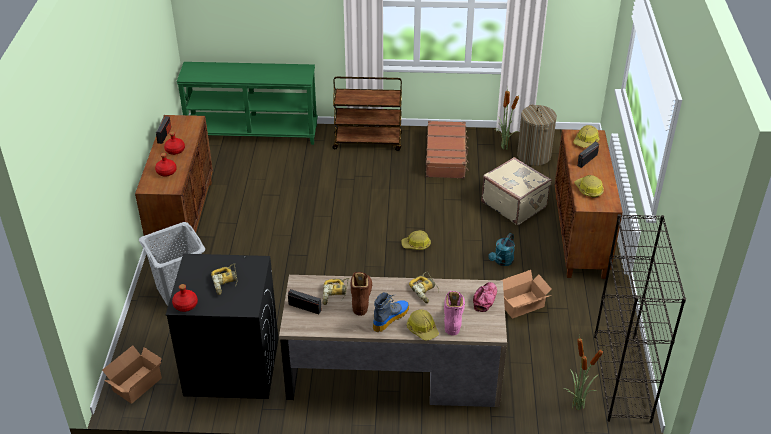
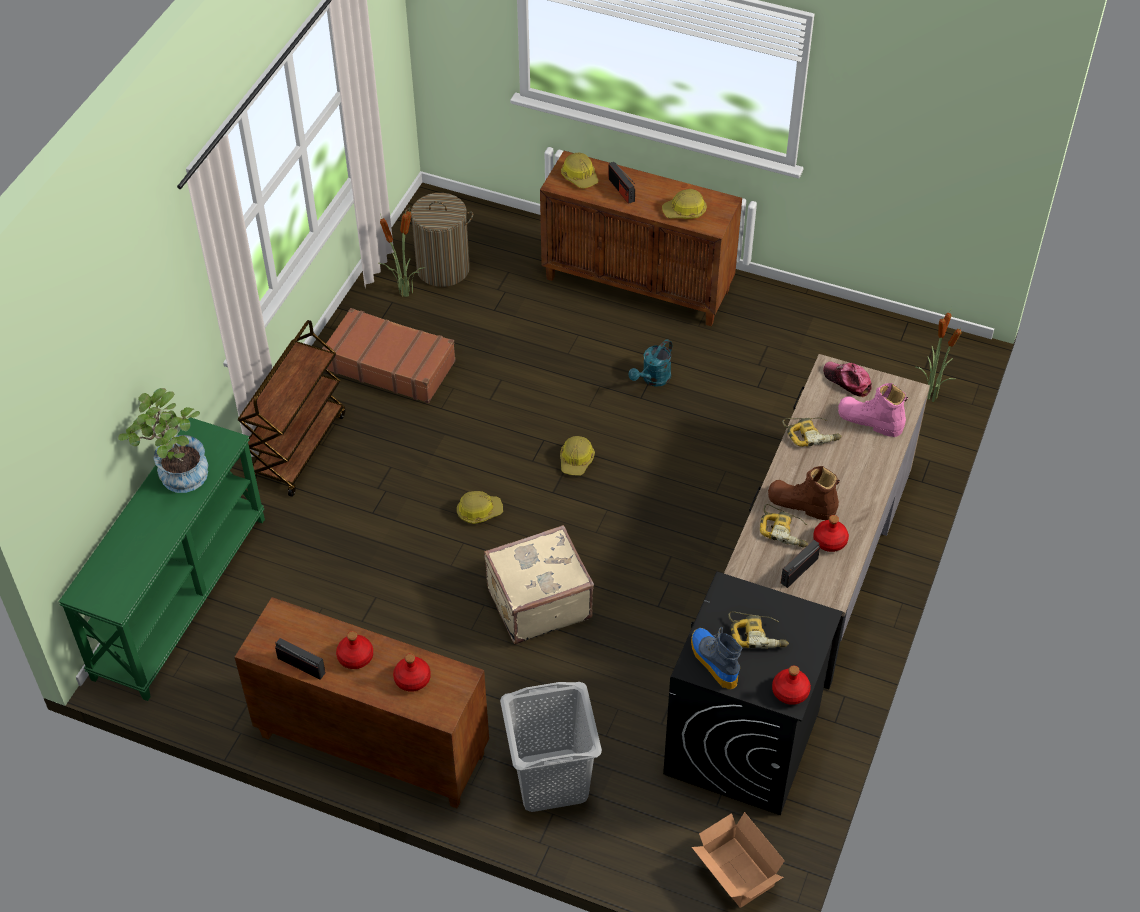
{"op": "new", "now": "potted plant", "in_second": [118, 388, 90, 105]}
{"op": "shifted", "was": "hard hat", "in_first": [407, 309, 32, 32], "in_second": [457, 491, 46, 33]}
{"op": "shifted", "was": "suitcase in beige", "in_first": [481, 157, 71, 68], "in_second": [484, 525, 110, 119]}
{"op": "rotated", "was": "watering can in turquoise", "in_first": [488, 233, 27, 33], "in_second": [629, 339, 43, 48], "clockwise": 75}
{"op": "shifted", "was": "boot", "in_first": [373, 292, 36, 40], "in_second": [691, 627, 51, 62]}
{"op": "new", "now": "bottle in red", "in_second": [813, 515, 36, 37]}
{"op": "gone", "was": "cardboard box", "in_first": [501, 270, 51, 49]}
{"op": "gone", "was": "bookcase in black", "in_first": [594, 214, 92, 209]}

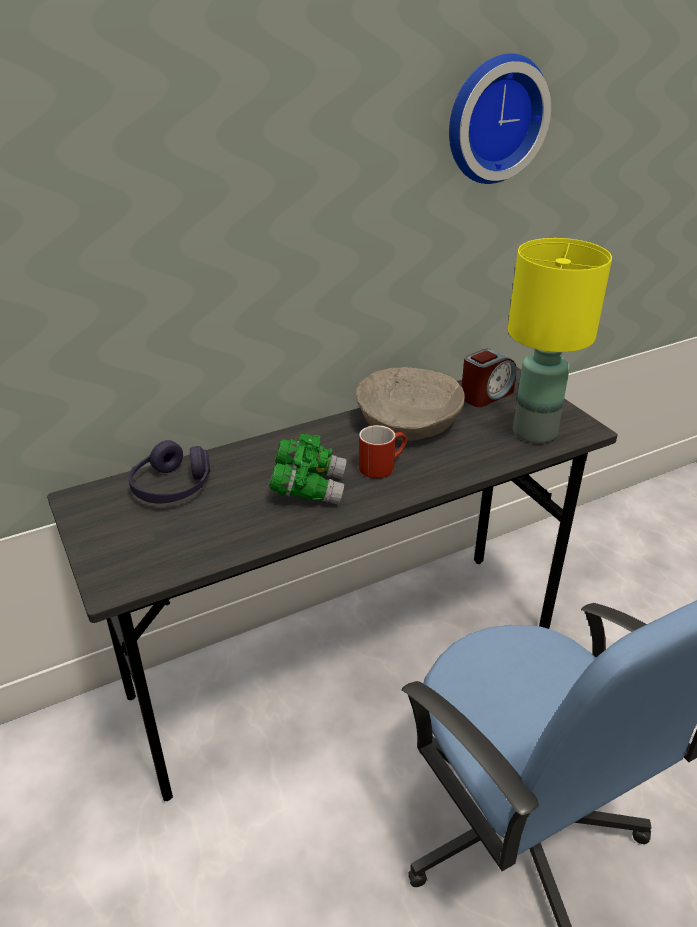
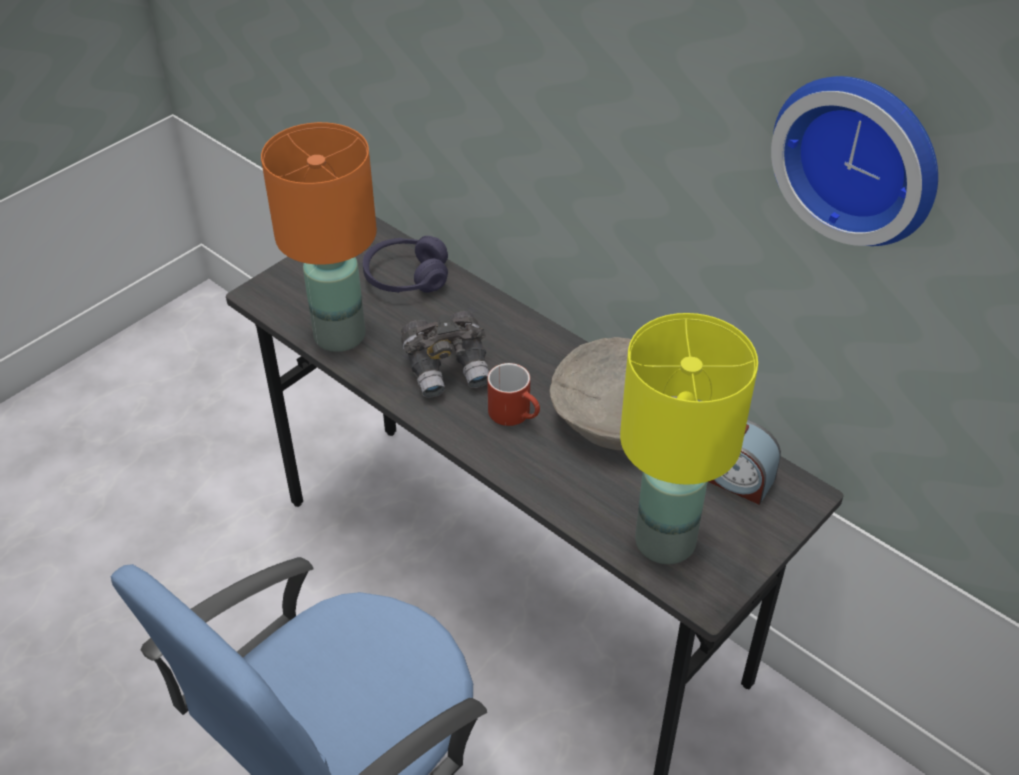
{"op": "new", "now": "table lamp in orange", "in_second": [261, 122, 116, 230]}
{"op": "repainted", "was": "binoculars in green", "now": "binoculars in grey", "in_first": [269, 434, 78, 71], "in_second": [401, 311, 88, 87]}

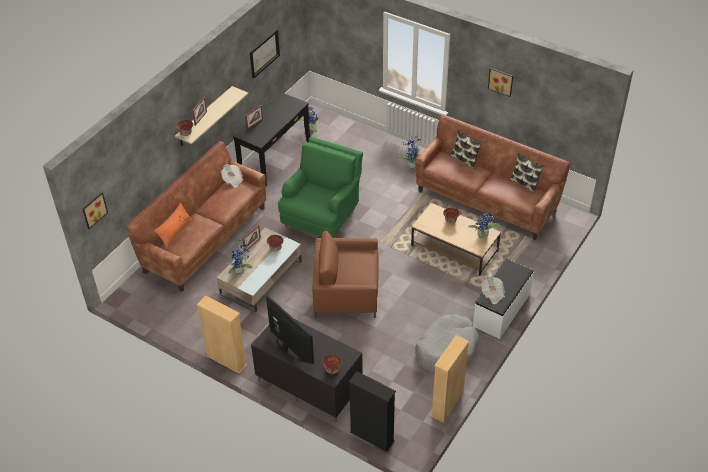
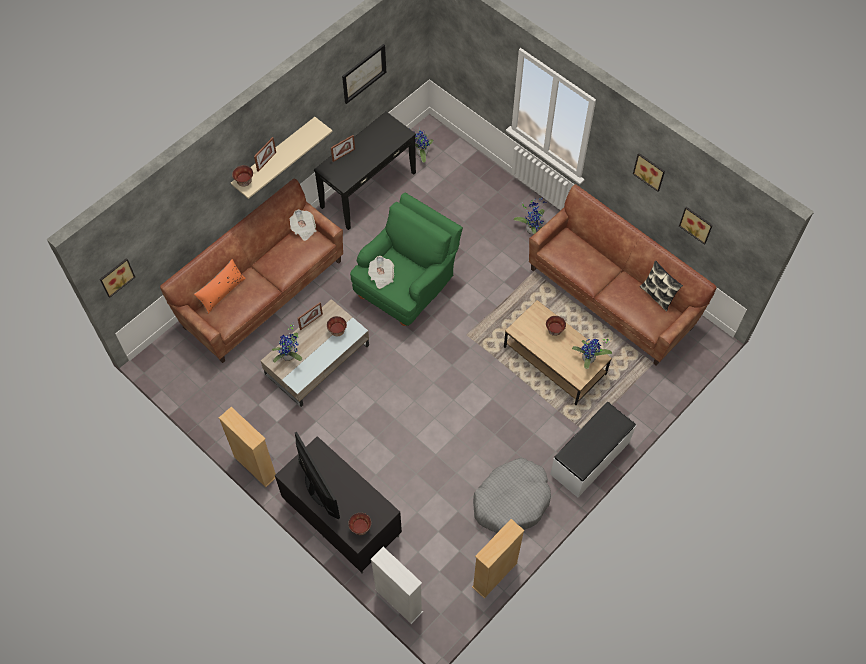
{"op": "shifted", "was": "newspaper", "in_first": [482, 276, 23, 28], "in_second": [368, 256, 26, 33]}
{"op": "repainted", "was": "bookcase in black", "now": "bookcase in white", "in_first": [349, 371, 47, 81], "in_second": [370, 547, 53, 77]}
{"op": "new", "now": "picture", "in_second": [679, 207, 34, 38]}
{"op": "gone", "was": "armchair in brown", "in_first": [312, 231, 67, 87]}
{"op": "gone", "was": "pillow", "in_first": [450, 130, 32, 39]}

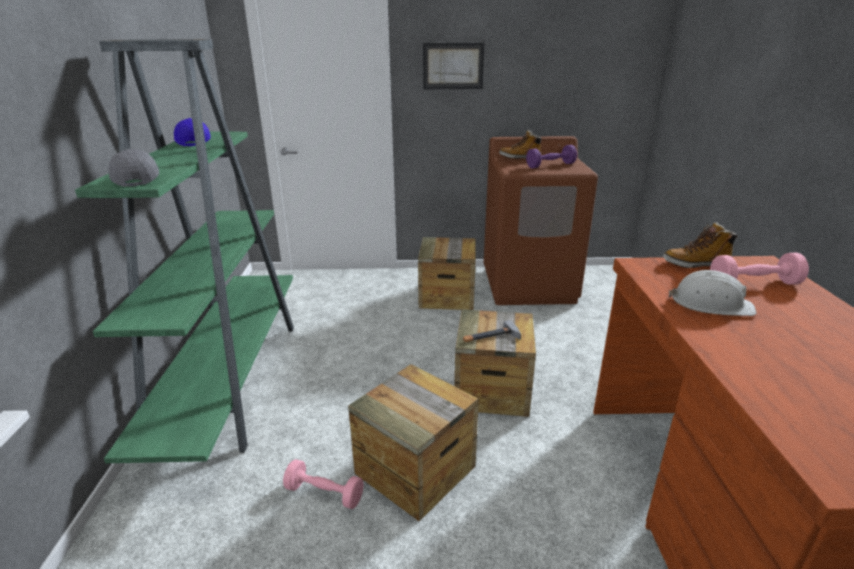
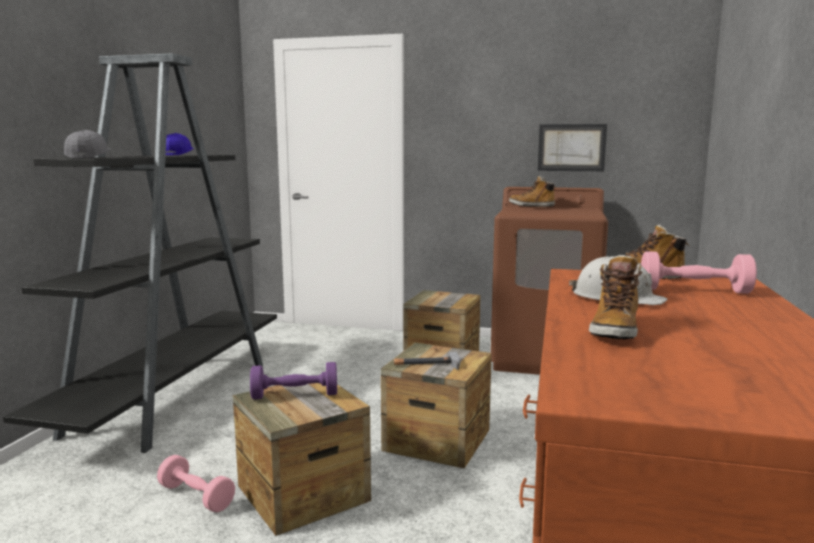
{"op": "repainted", "was": "bookcase in green", "now": "bookcase in black", "in_first": [75, 39, 219, 424], "in_second": [3, 53, 274, 400]}
{"op": "shifted", "was": "dumbbell in purple", "in_first": [526, 145, 51, 23], "in_second": [250, 362, 87, 37]}
{"op": "shifted", "was": "picture", "in_first": [423, 43, 62, 46], "in_second": [538, 124, 69, 47]}
{"op": "new", "now": "boot", "in_second": [589, 254, 53, 86]}

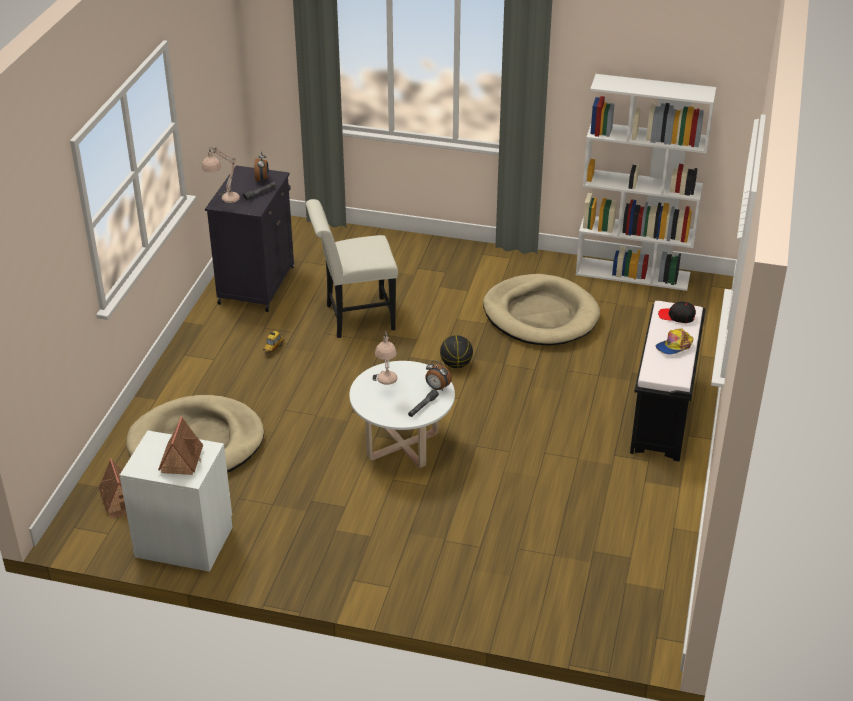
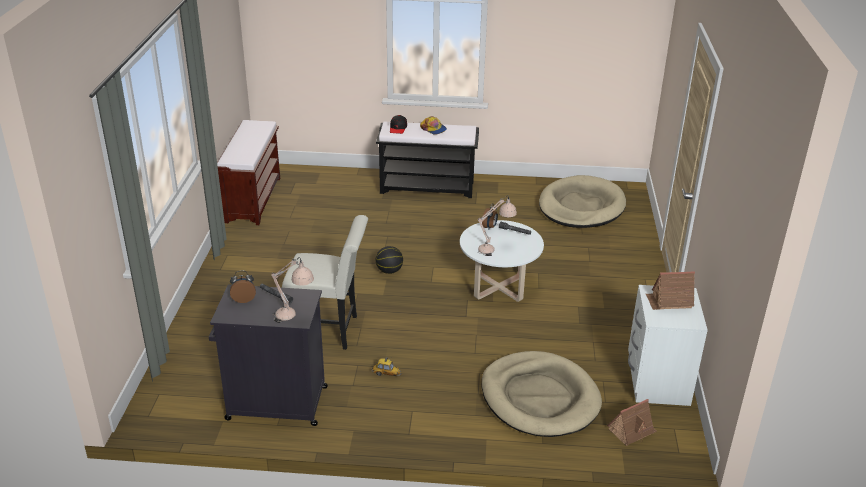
{"op": "swapped", "was": "bookcase in white", "now": "bench in brown", "in_first": [576, 74, 140, 217], "in_second": [217, 120, 63, 105]}
{"op": "rotated", "was": "chair in white", "in_first": [306, 199, 92, 139], "in_second": [282, 215, 86, 135], "clockwise": -60}
{"op": "shifted", "was": "dog bed in beige", "in_first": [483, 274, 117, 71], "in_second": [539, 175, 87, 53]}

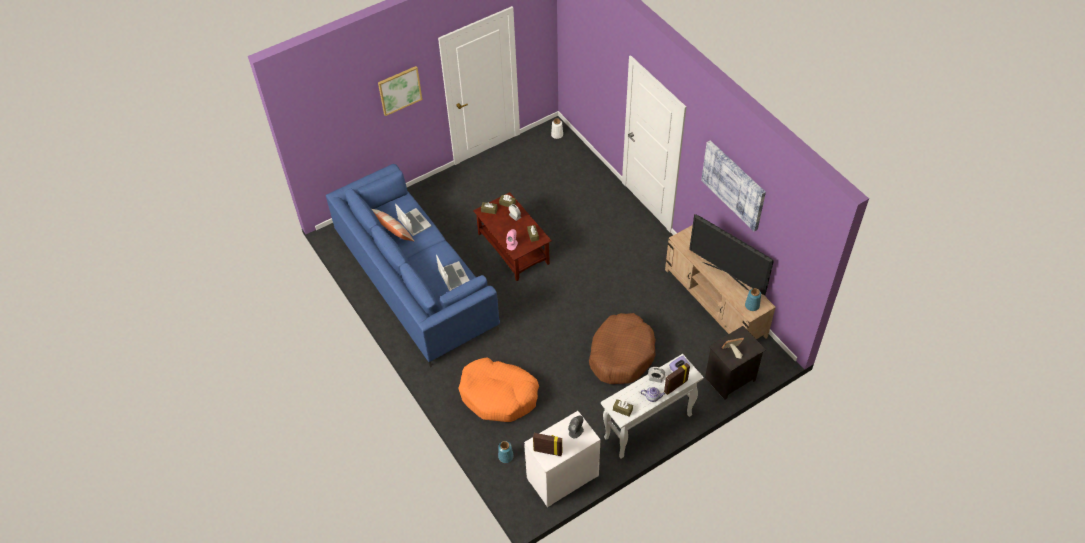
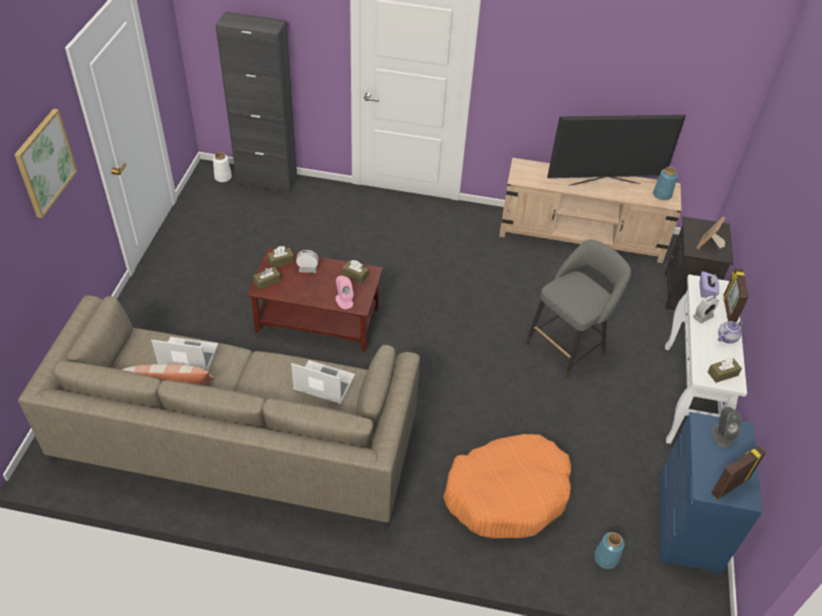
{"op": "repainted", "was": "sofa in blue", "now": "sofa in beige", "in_first": [326, 164, 174, 203], "in_second": [18, 295, 402, 236]}
{"op": "new", "now": "cabinet in black", "in_second": [215, 11, 82, 182]}
{"op": "swapped", "was": "dog bed in brown", "now": "stool in grey", "in_first": [589, 313, 67, 71], "in_second": [525, 240, 106, 139]}
{"op": "repainted", "was": "dresser in white", "now": "dresser in blue", "in_first": [524, 411, 77, 97], "in_second": [659, 412, 103, 162]}
{"op": "gone", "was": "picture", "in_first": [701, 140, 65, 92]}

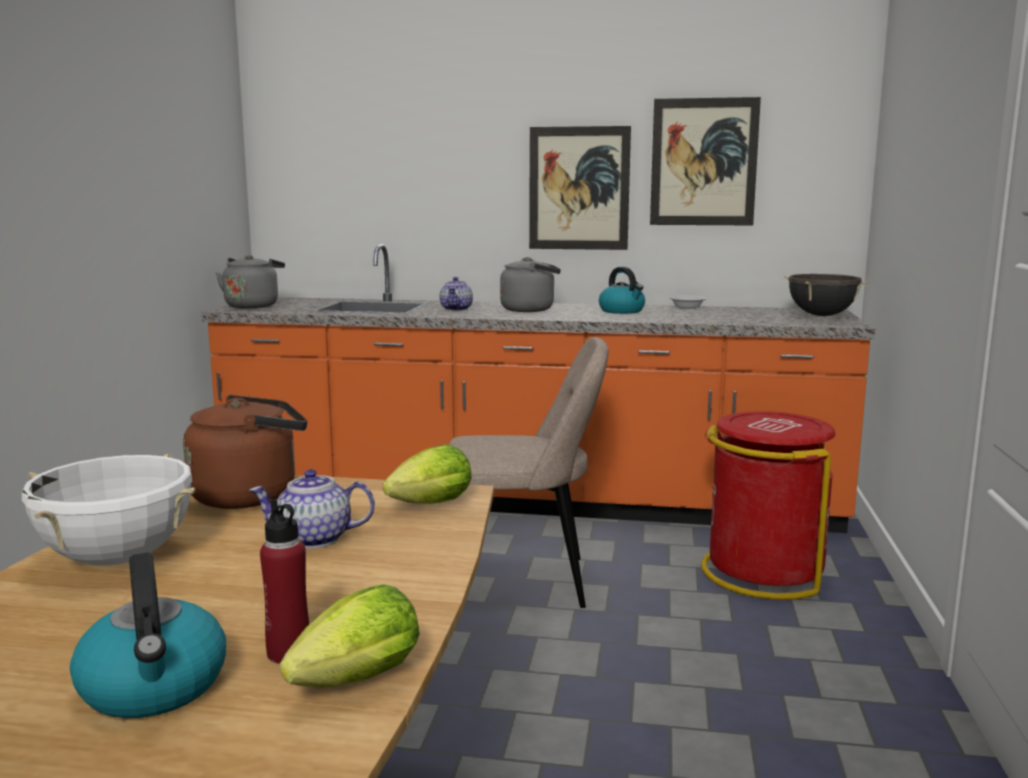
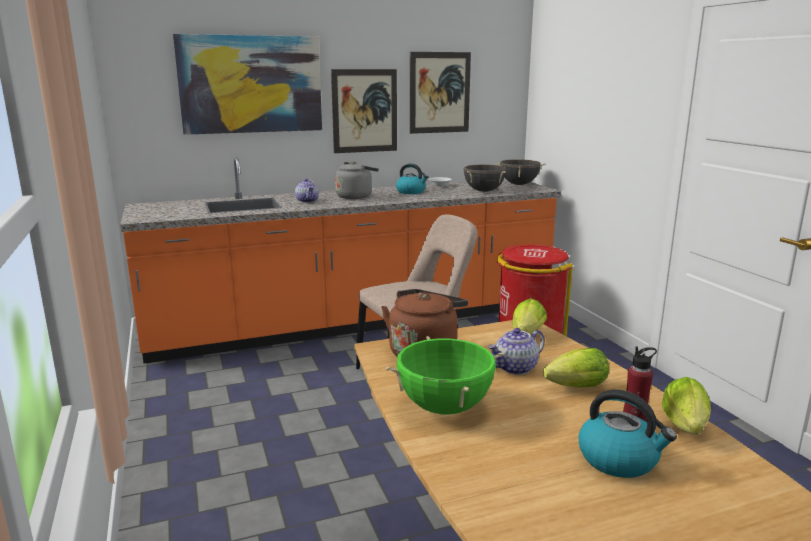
{"op": "new", "now": "picture", "in_second": [173, 34, 149, 101]}
{"op": "repainted", "was": "cooking pot in white", "now": "cooking pot in green", "in_first": [22, 453, 174, 113], "in_second": [386, 336, 117, 79]}
{"op": "new", "now": "cooking pot in black", "in_second": [464, 165, 42, 27]}
{"op": "new", "now": "lettuce", "in_second": [543, 348, 66, 40]}
{"op": "gone", "was": "kettle in grey", "in_first": [216, 255, 69, 53]}

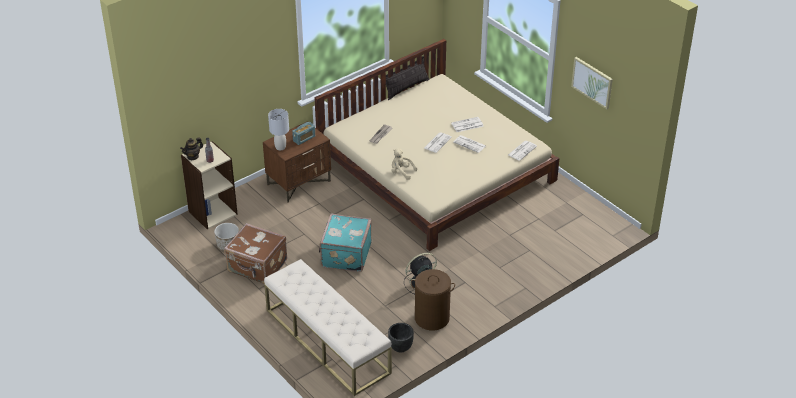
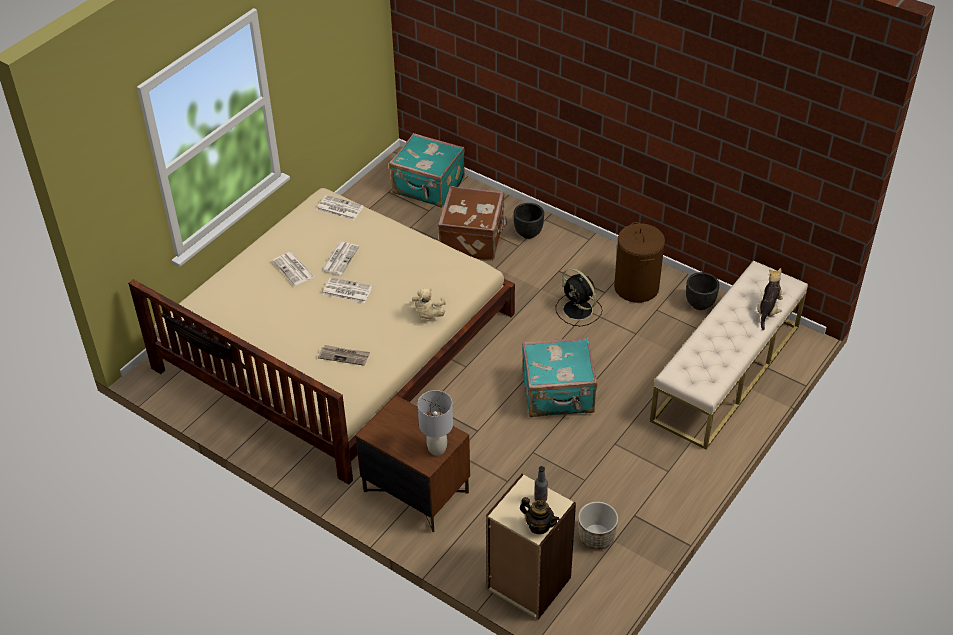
{"op": "new", "now": "suitcase in turquoise", "in_second": [389, 133, 76, 75]}
{"op": "shifted", "was": "suitcase in brown", "in_first": [224, 223, 63, 61], "in_second": [438, 186, 69, 75]}
{"op": "new", "now": "planter in black", "in_second": [513, 203, 31, 36]}
{"op": "new", "now": "plush toy", "in_second": [757, 268, 26, 62]}
{"op": "gone", "was": "radio", "in_first": [292, 122, 23, 23]}
{"op": "gone", "was": "picture", "in_first": [571, 57, 42, 52]}

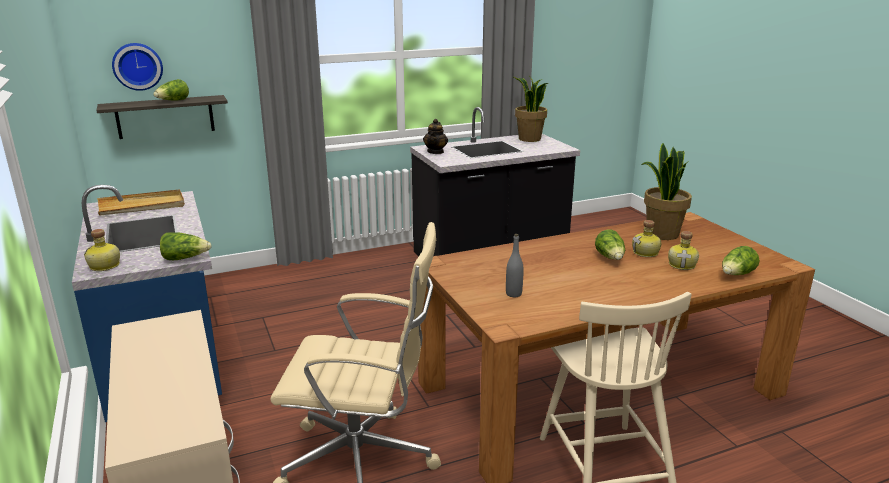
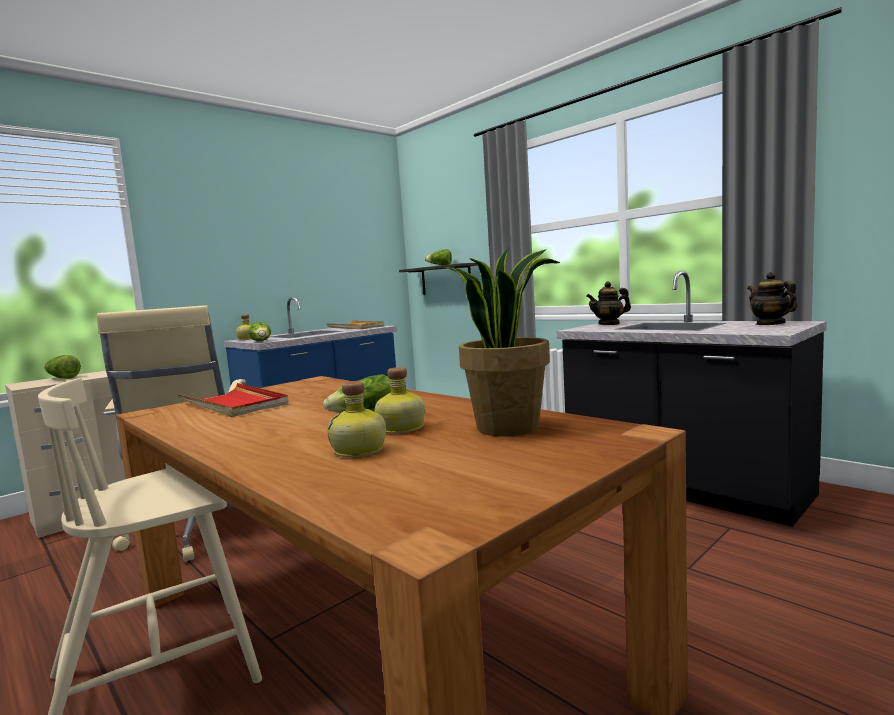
{"op": "shifted", "was": "lettuce", "in_first": [722, 246, 38, 29], "in_second": [45, 355, 36, 24]}
{"op": "swapped", "was": "bottle in grey", "now": "tray in red", "in_first": [506, 234, 18, 63], "in_second": [177, 383, 111, 34]}
{"op": "swapped", "was": "potted plant", "now": "teapot", "in_first": [514, 75, 34, 67], "in_second": [747, 272, 50, 53]}
{"op": "gone", "was": "wall clock", "in_first": [112, 43, 51, 48]}

